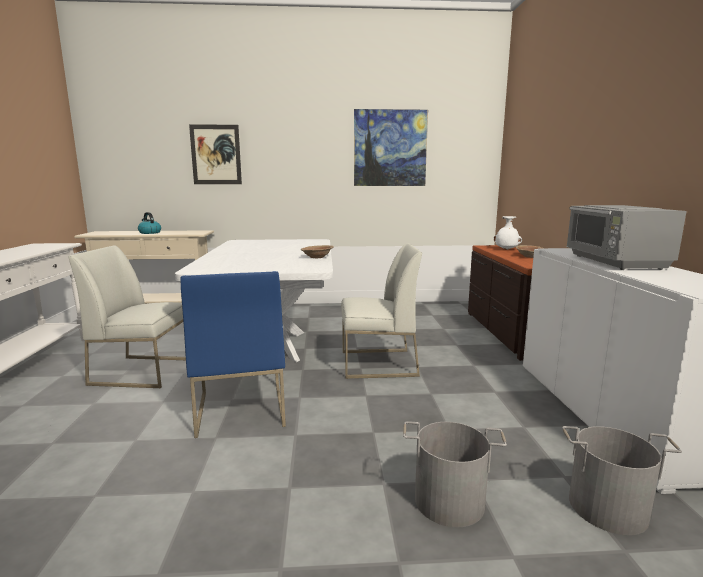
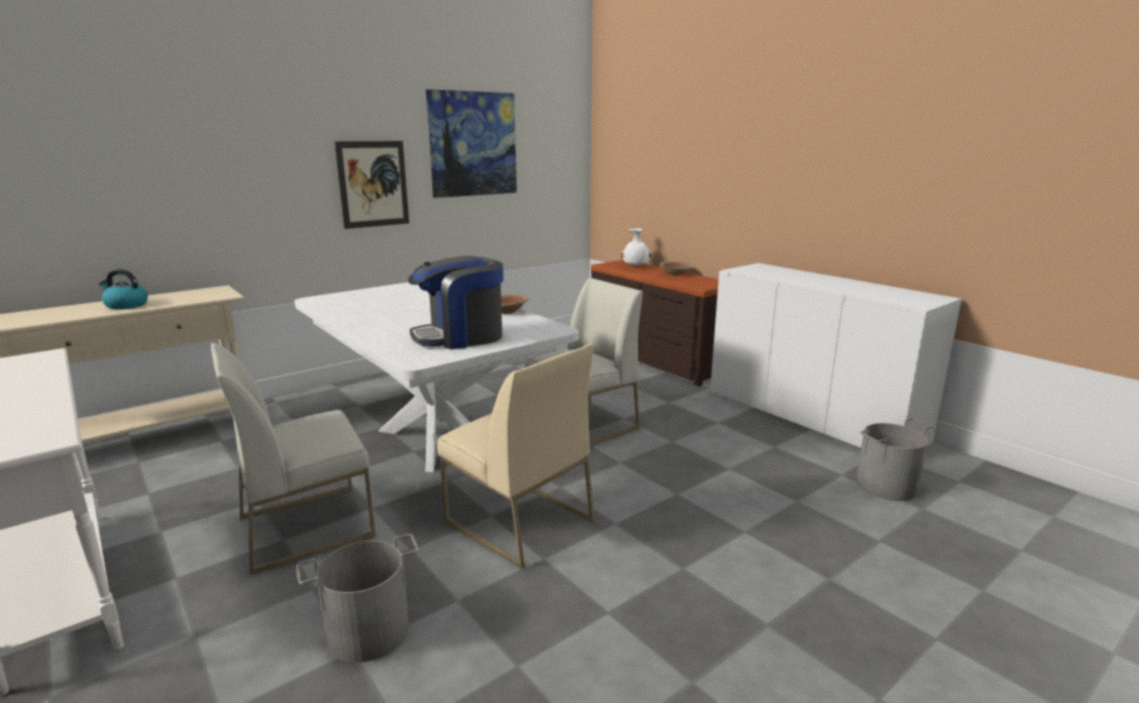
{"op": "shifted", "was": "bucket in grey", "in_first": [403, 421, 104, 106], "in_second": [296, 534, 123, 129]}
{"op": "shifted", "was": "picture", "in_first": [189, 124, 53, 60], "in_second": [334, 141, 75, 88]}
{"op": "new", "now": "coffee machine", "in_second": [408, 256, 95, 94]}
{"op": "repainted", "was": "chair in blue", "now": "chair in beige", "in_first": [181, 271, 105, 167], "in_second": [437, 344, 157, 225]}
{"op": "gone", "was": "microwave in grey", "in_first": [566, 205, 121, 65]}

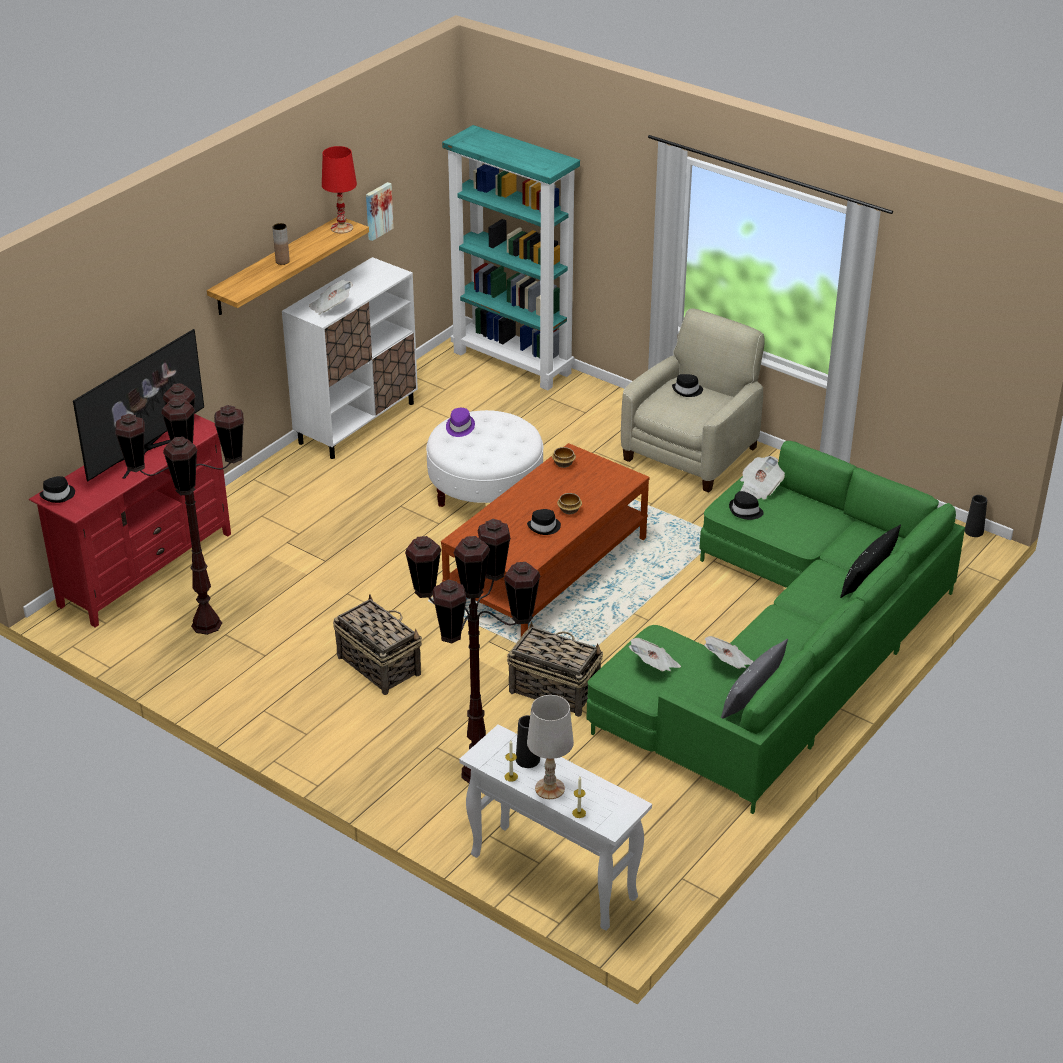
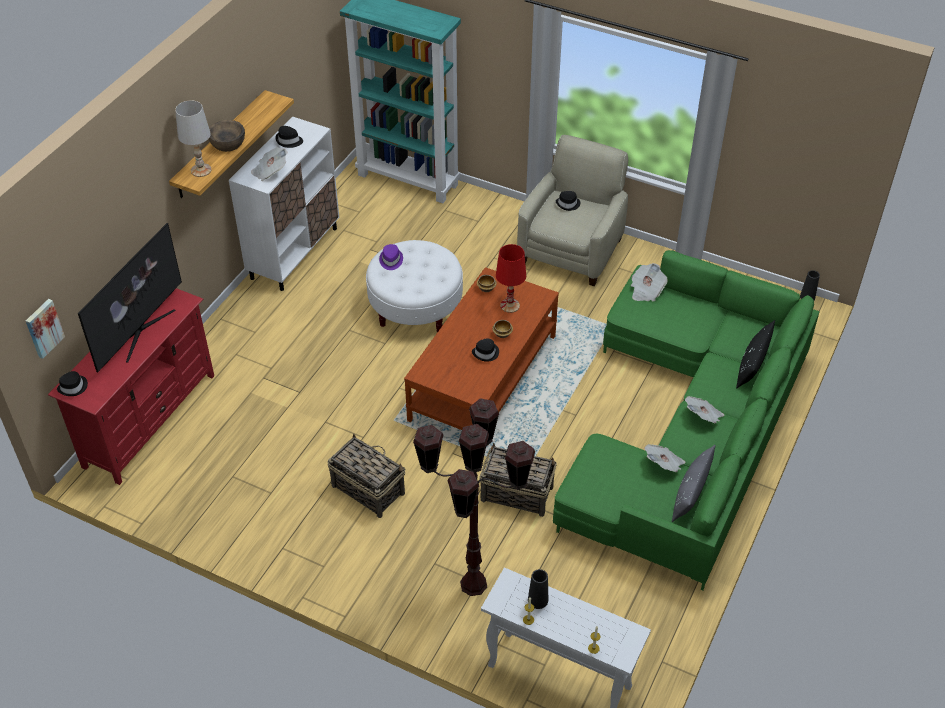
{"op": "shifted", "was": "picture", "in_first": [366, 182, 28, 59], "in_second": [26, 299, 39, 60]}
{"op": "shifted", "was": "table lamp in white", "in_first": [527, 695, 47, 104], "in_second": [175, 100, 37, 77]}
{"op": "swapped", "was": "vase in brown", "now": "bowl in brown", "in_first": [272, 223, 18, 42], "in_second": [209, 120, 36, 32]}
{"op": "shifted", "was": "hat in black", "in_first": [729, 491, 35, 29], "in_second": [275, 126, 28, 22]}
{"op": "shifted", "was": "table lamp in red", "in_first": [322, 146, 35, 88], "in_second": [496, 244, 30, 69]}
{"op": "shifted", "was": "newspaper", "in_first": [629, 638, 52, 33], "in_second": [685, 396, 39, 27]}
{"op": "gone", "was": "floor lamp in brown", "in_first": [115, 383, 129, 252]}

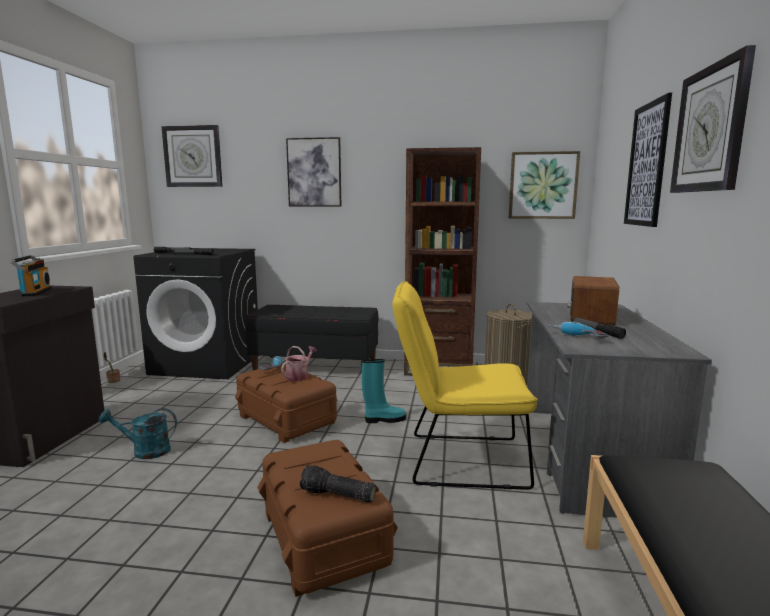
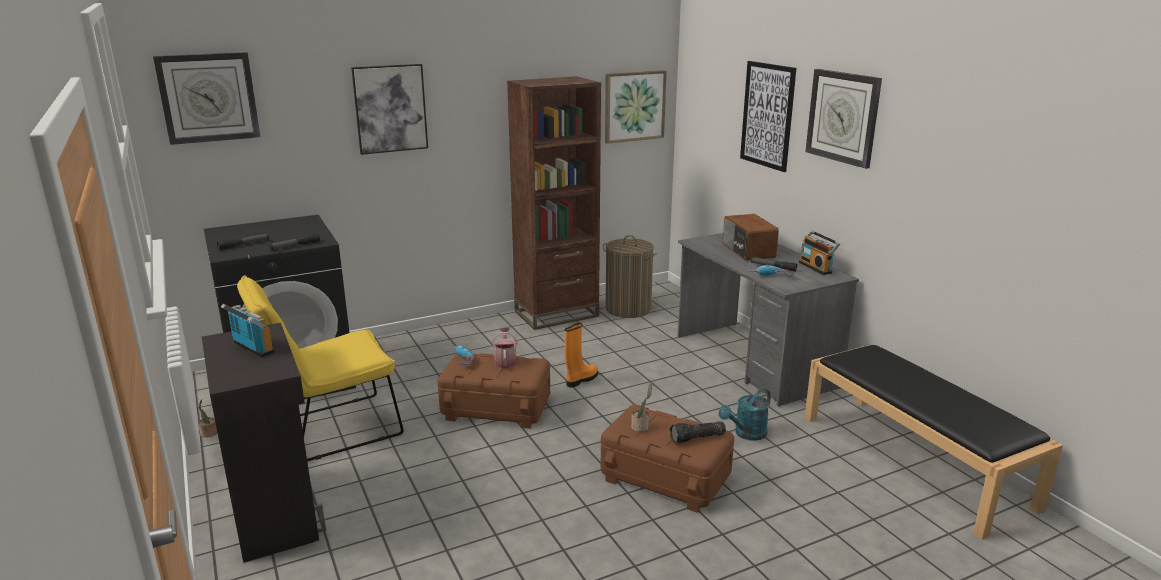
{"op": "shifted", "was": "chair in yellow", "in_first": [392, 281, 146, 209], "in_second": [237, 275, 166, 186]}
{"op": "repainted", "was": "boot in turquoise", "now": "boot in orange", "in_first": [362, 359, 44, 64], "in_second": [565, 323, 33, 65]}
{"op": "new", "now": "potted plant", "in_second": [631, 382, 21, 50]}
{"op": "shifted", "was": "watering can in turquoise", "in_first": [99, 408, 78, 51], "in_second": [719, 388, 52, 53]}
{"op": "new", "now": "radio", "in_second": [799, 231, 41, 44]}
{"op": "gone", "was": "bench in black", "in_first": [245, 305, 133, 65]}

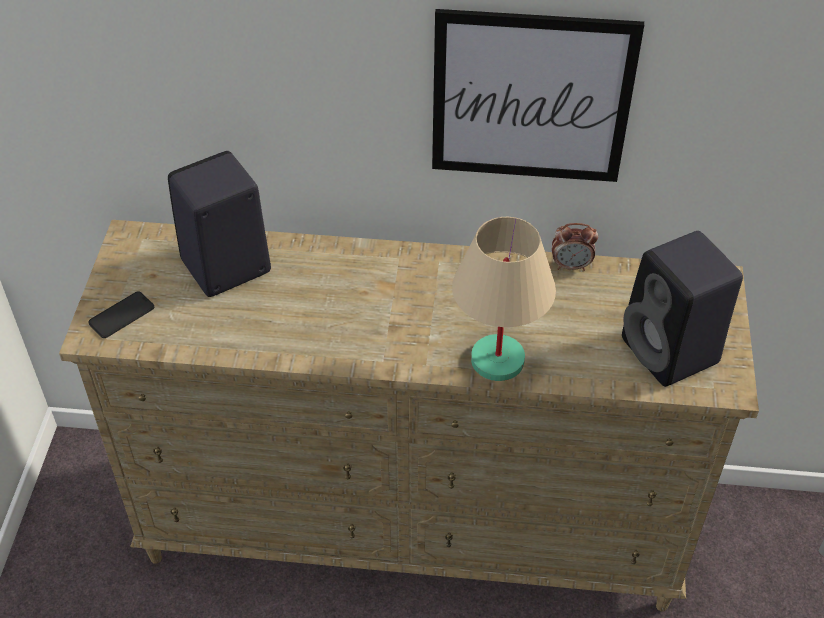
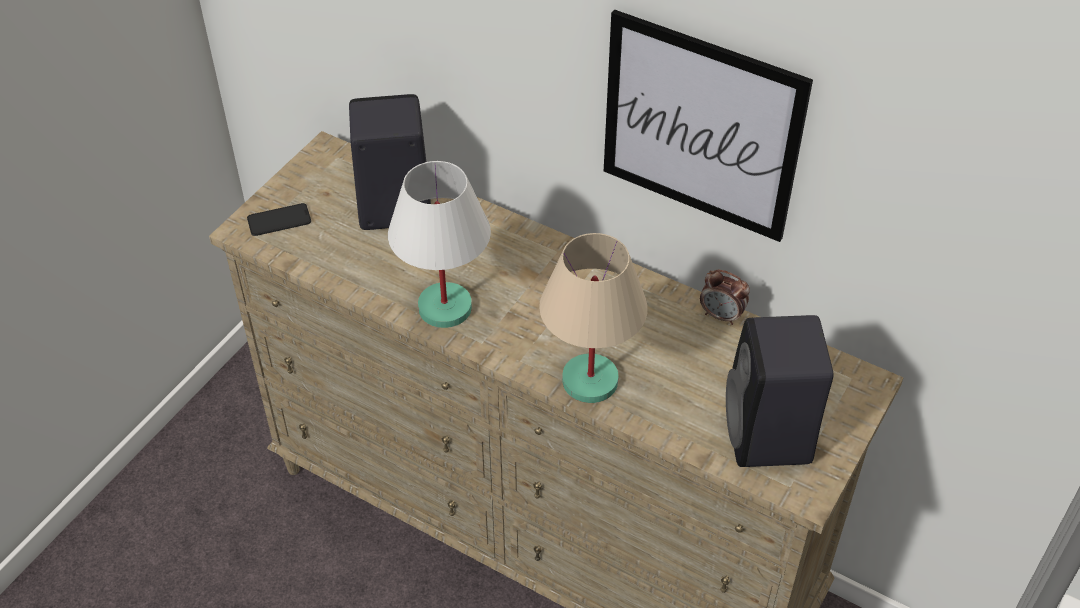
{"op": "new", "now": "table lamp in white", "in_second": [388, 161, 103, 167]}

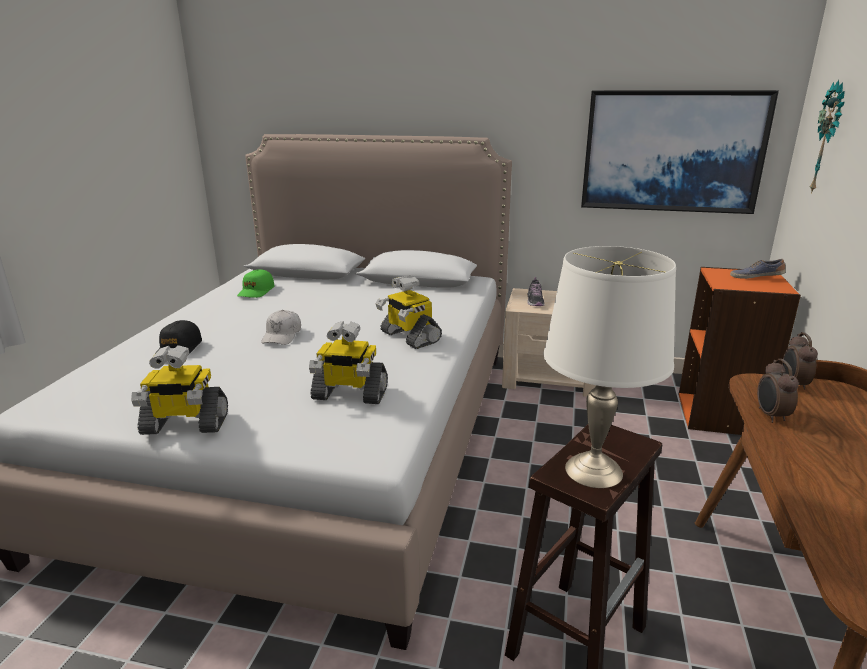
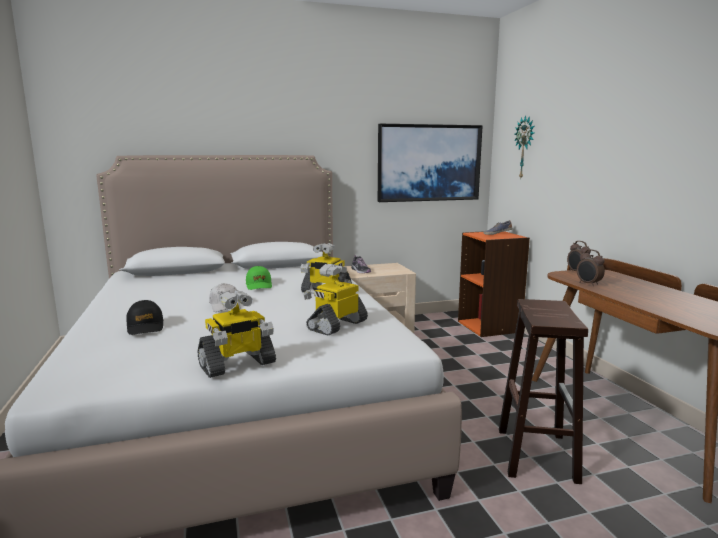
{"op": "shifted", "was": "cap in green", "in_first": [237, 269, 38, 29], "in_second": [246, 266, 26, 24]}
{"op": "rotated", "was": "toy robot", "in_first": [309, 321, 79, 83], "in_second": [304, 264, 64, 71], "clockwise": 150}
{"op": "gone", "was": "table lamp in white", "in_first": [544, 246, 132, 242]}

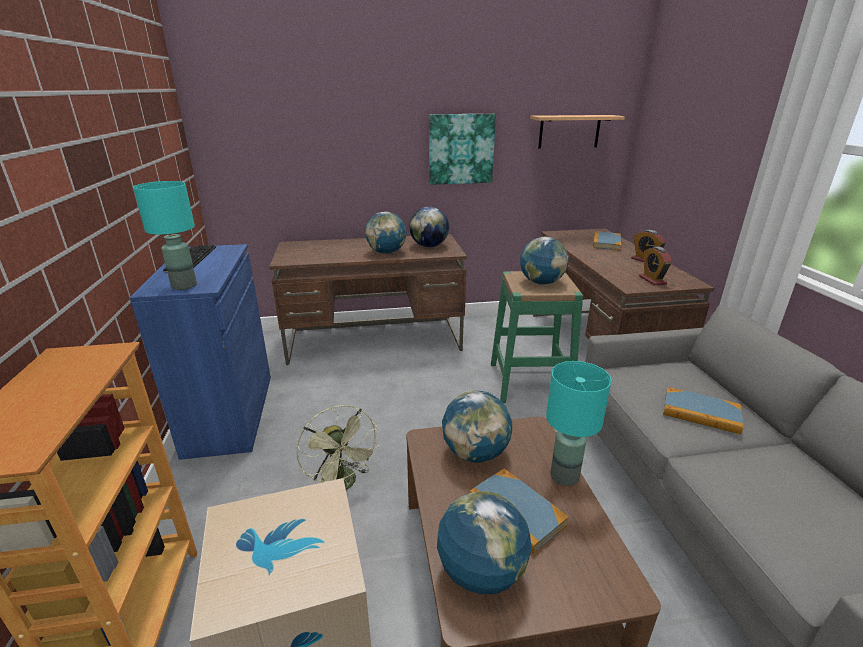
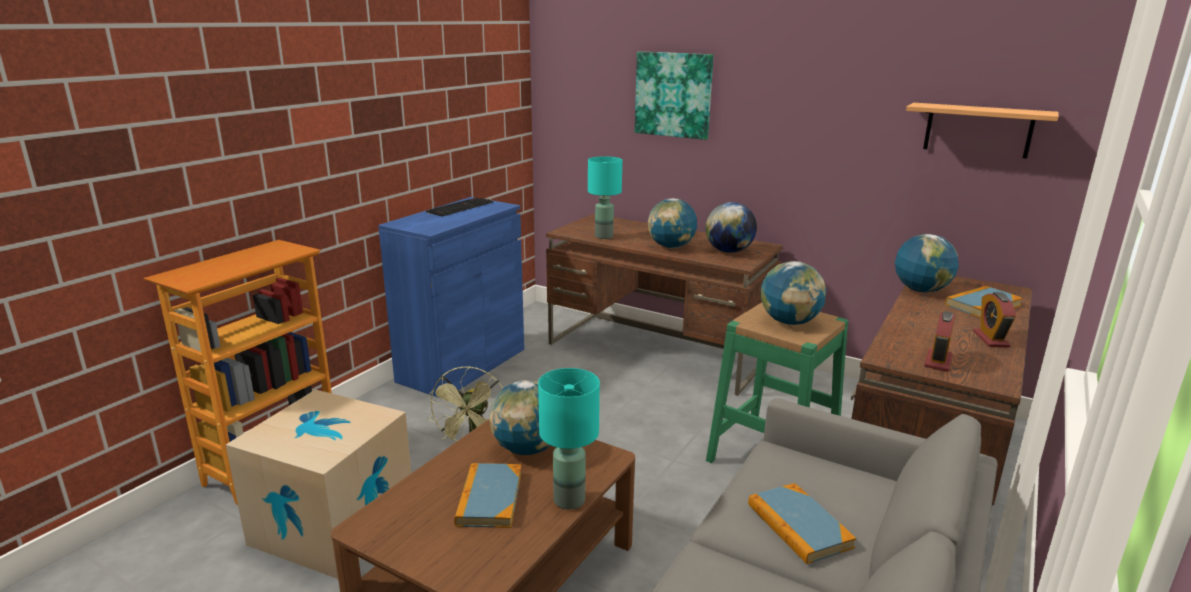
{"op": "shifted", "was": "table lamp in turquoise", "in_first": [133, 181, 64, 109], "in_second": [588, 156, 34, 83]}
{"op": "shifted", "was": "picture", "in_first": [429, 114, 67, 71], "in_second": [635, 51, 78, 89]}
{"op": "shifted", "was": "globe", "in_first": [437, 491, 95, 103], "in_second": [895, 234, 64, 59]}

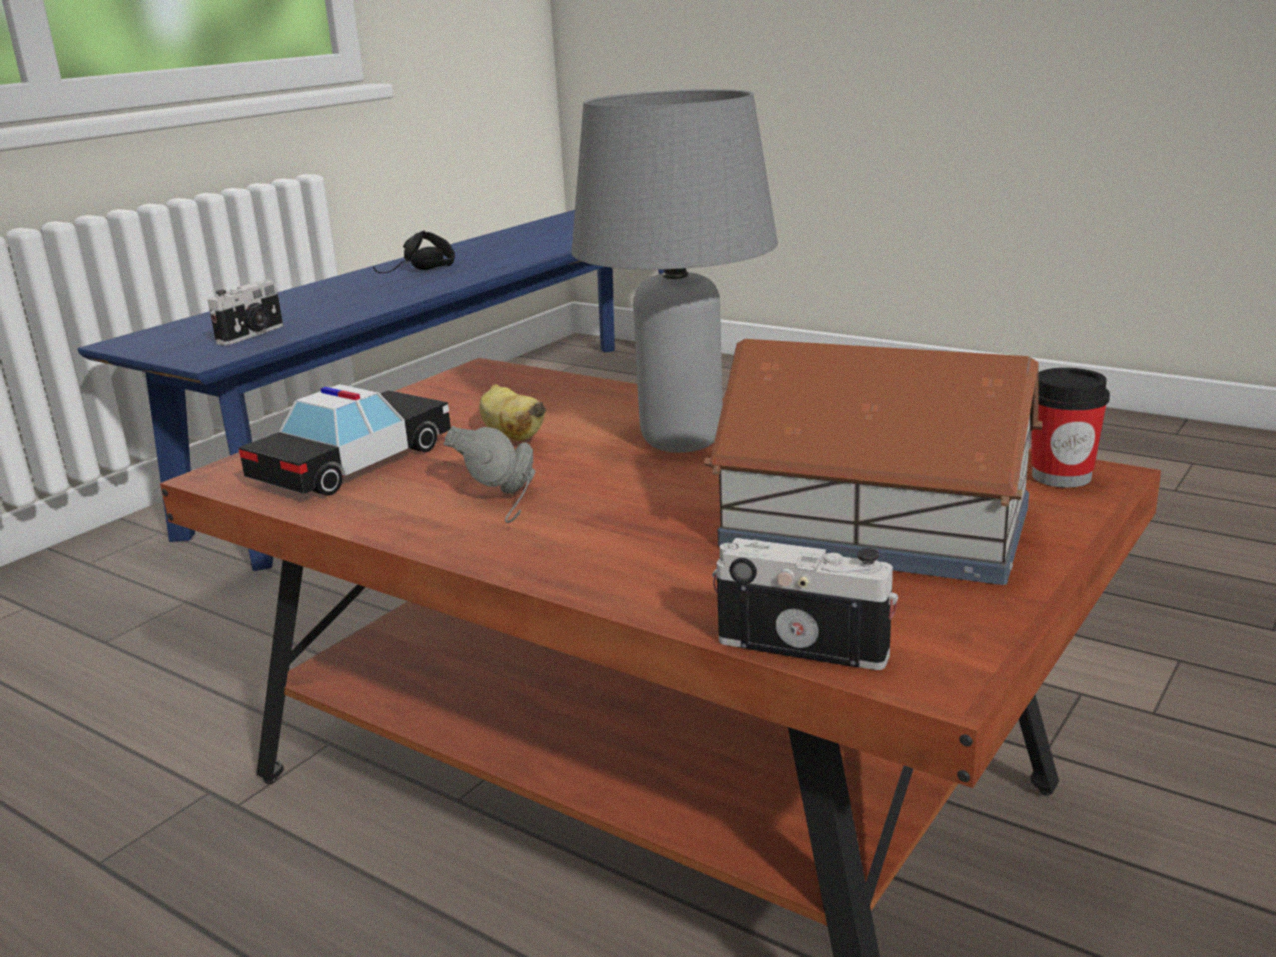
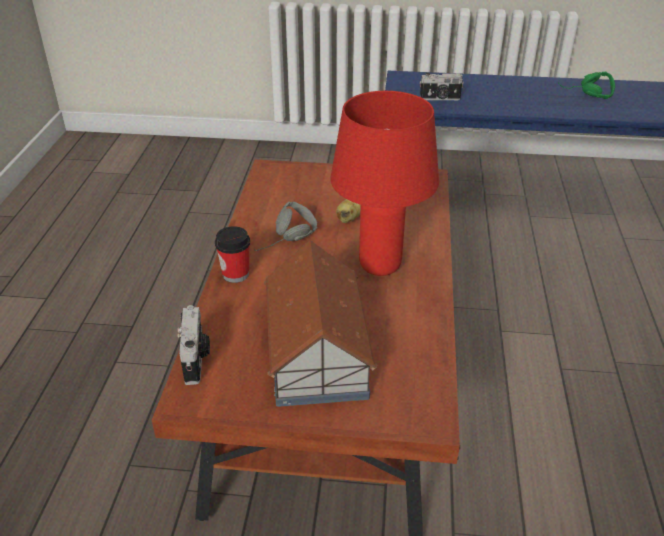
{"op": "shifted", "was": "cup", "in_first": [1031, 368, 79, 120], "in_second": [215, 226, 35, 57]}
{"op": "repainted", "was": "table lamp in grey", "now": "table lamp in red", "in_first": [572, 89, 206, 364], "in_second": [331, 91, 108, 185]}
{"op": "repainted", "was": "headphones in black", "now": "headphones in green", "in_first": [373, 231, 82, 42], "in_second": [558, 72, 57, 27]}
{"op": "gone", "was": "toy car", "in_first": [239, 384, 212, 112]}

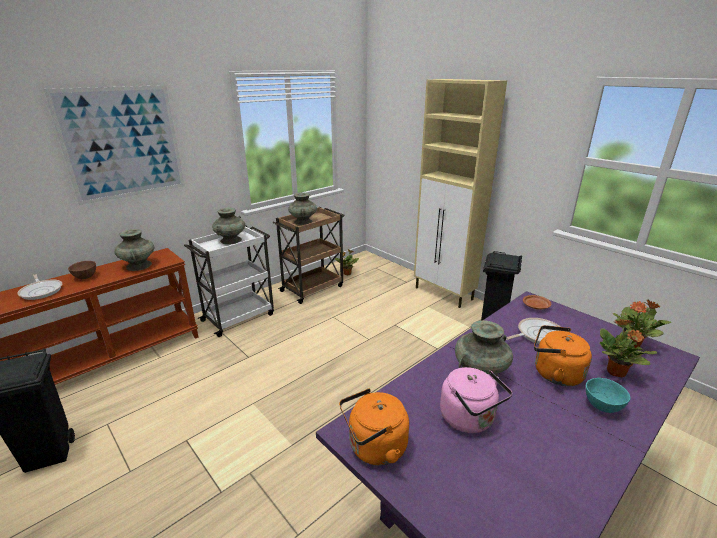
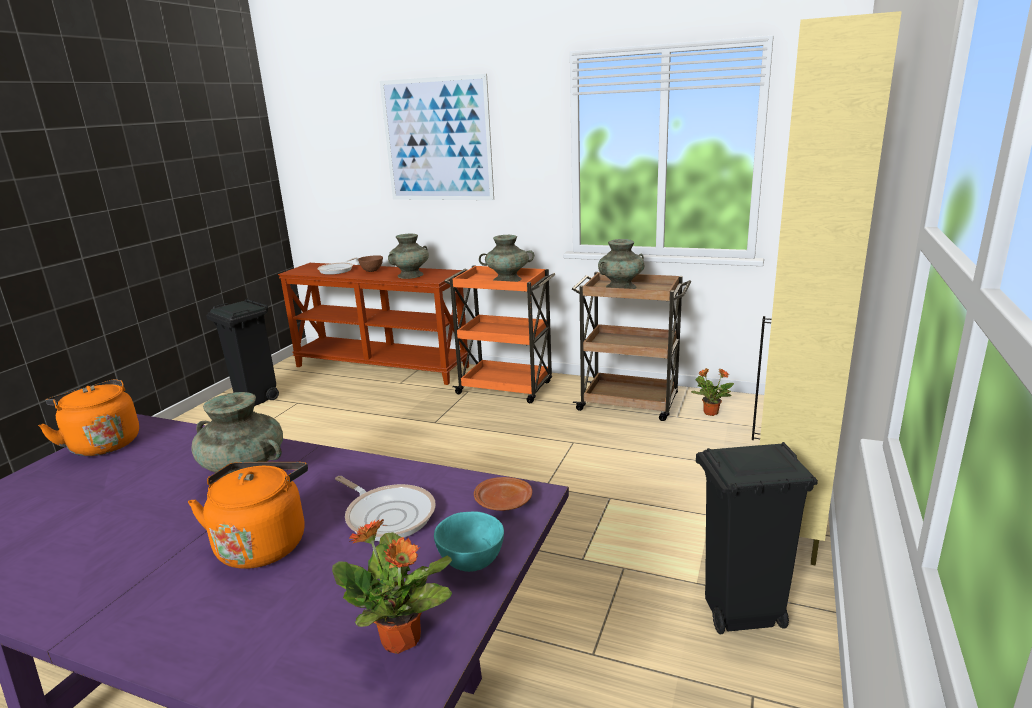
{"op": "shifted", "was": "bowl in turquoise", "in_first": [586, 378, 44, 35], "in_second": [434, 511, 70, 61]}
{"op": "repainted", "was": "cart in white", "now": "cart in orange", "in_first": [184, 225, 90, 112], "in_second": [444, 265, 112, 138]}
{"op": "gone", "was": "kettle in pink", "in_first": [440, 367, 73, 66]}
{"op": "gone", "was": "potted plant", "in_first": [600, 319, 57, 58]}

